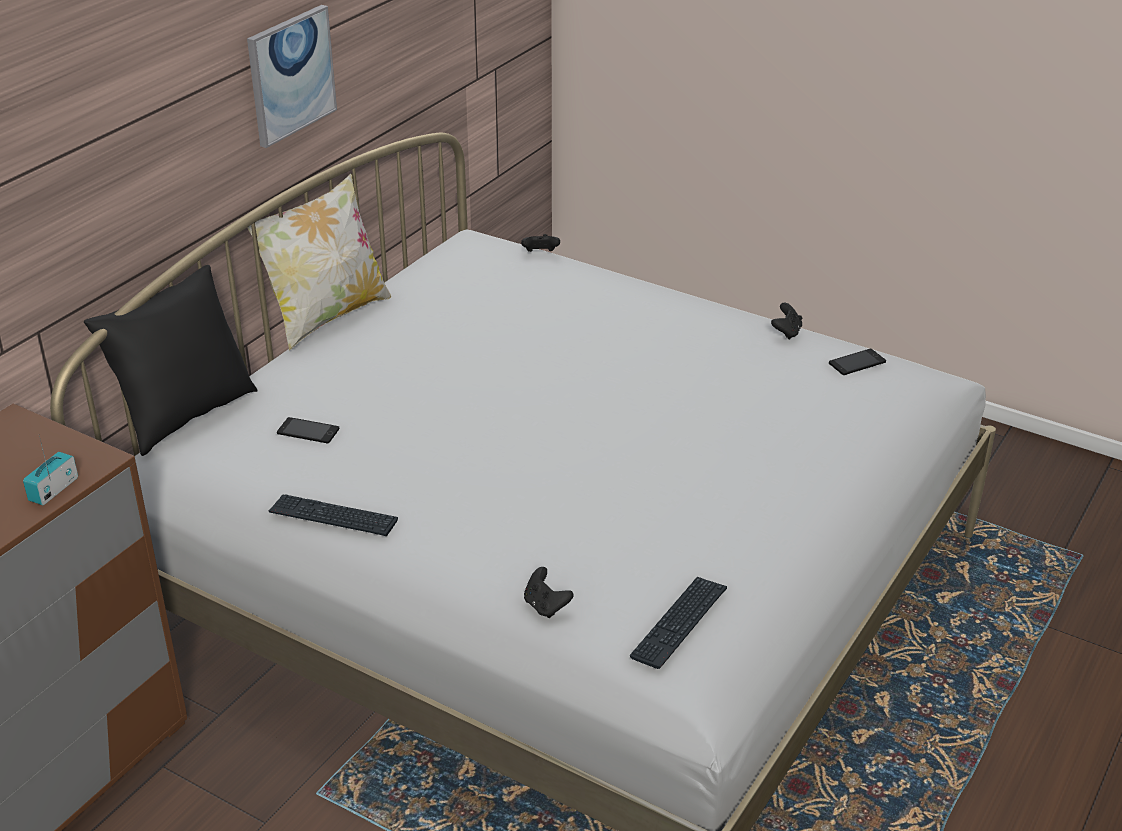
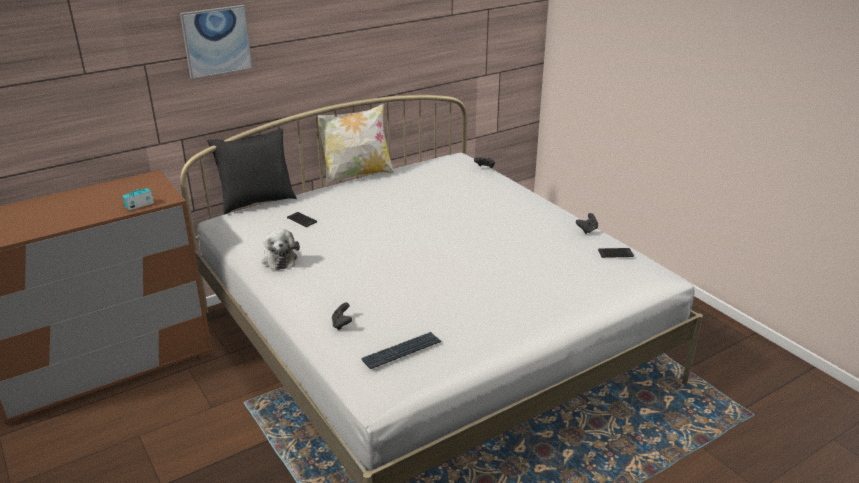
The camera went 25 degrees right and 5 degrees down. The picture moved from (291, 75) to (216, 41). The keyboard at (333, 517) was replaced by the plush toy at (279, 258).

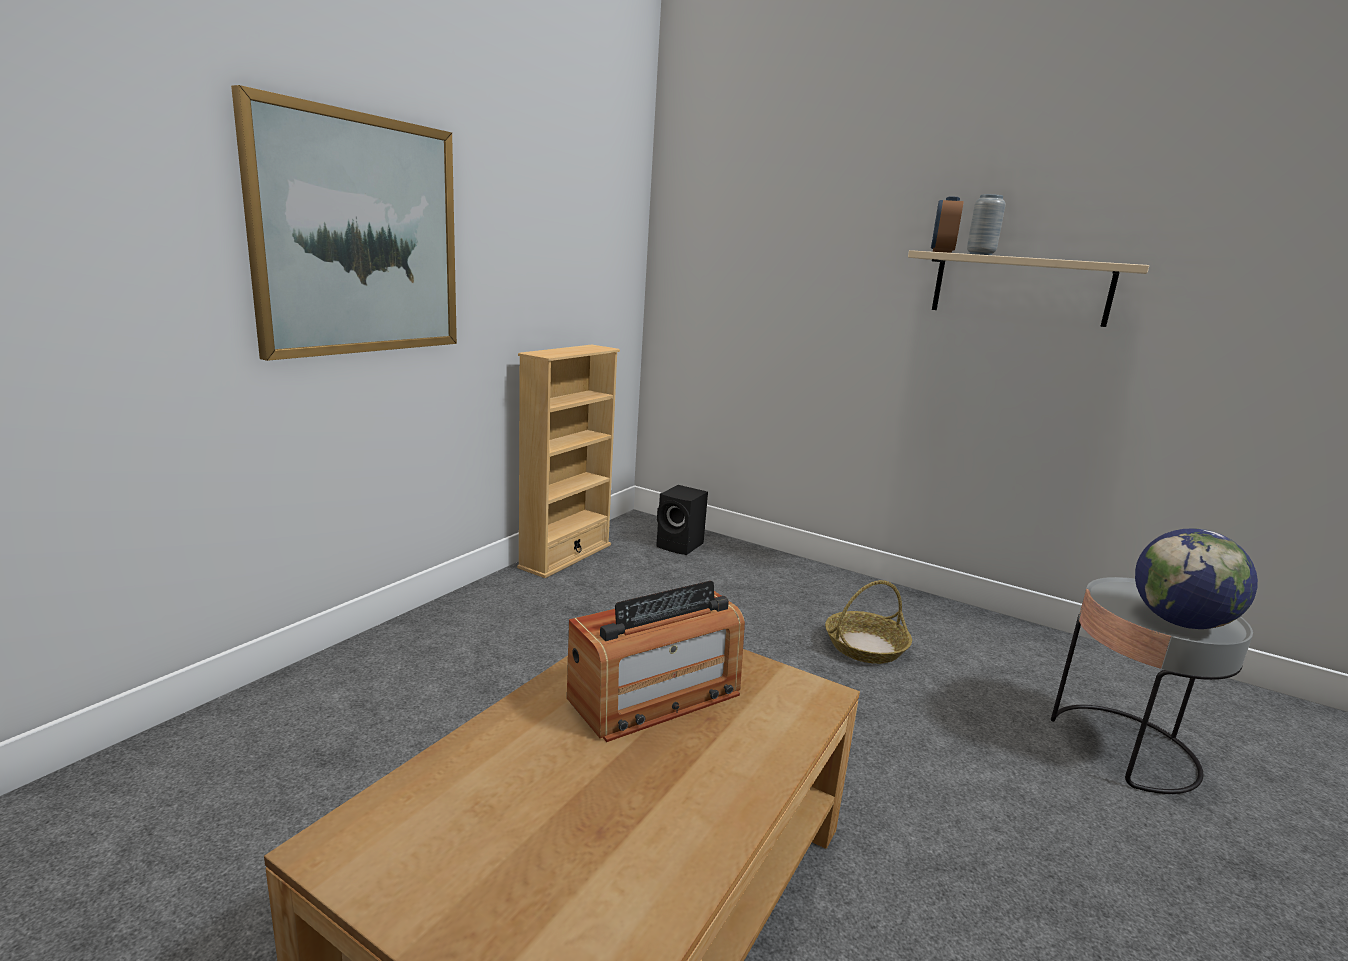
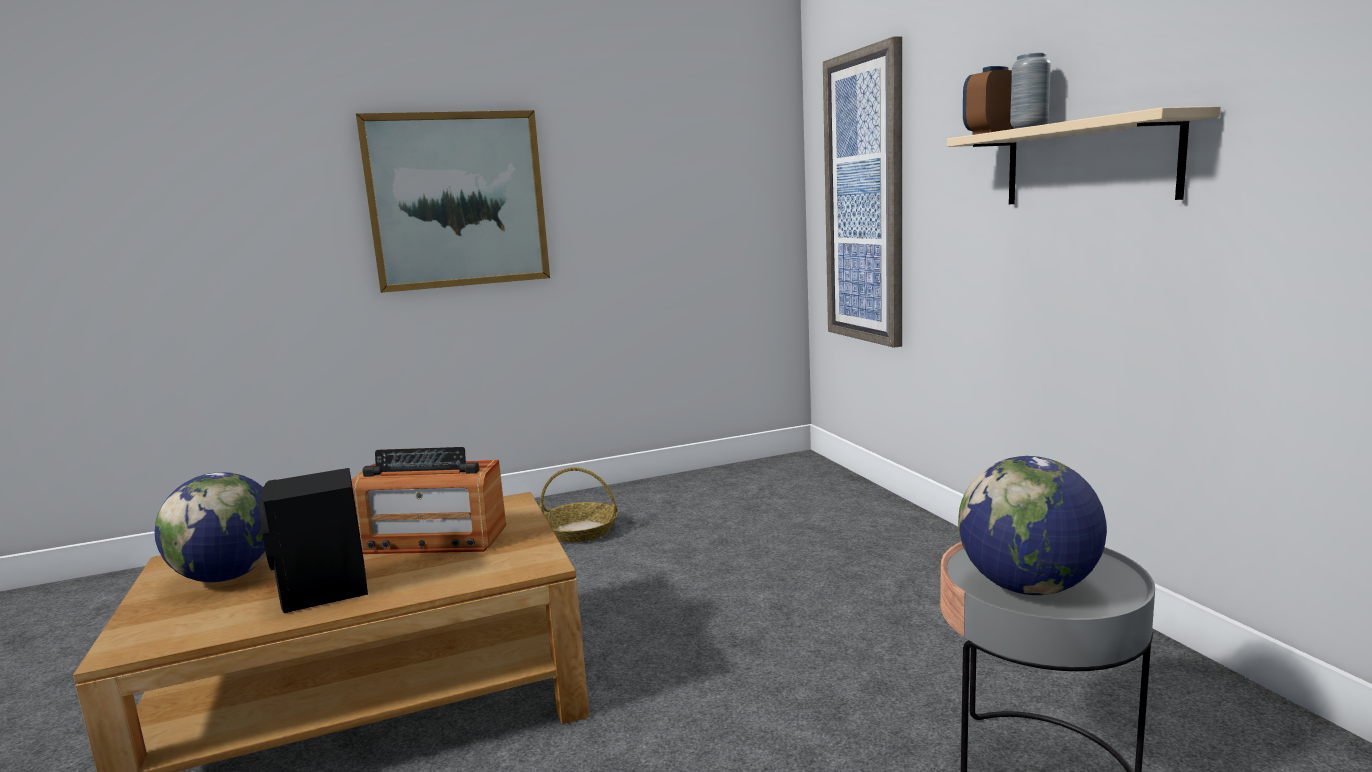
The camera went 40 degrees right and 5 degrees down. The beige bookcase at (565, 556) disappeared. The black speaker moved from (681, 546) to (325, 592). The basket moved from (865, 646) to (580, 531). The globe at (228, 576) appeared. The picture at (865, 199) appeared.

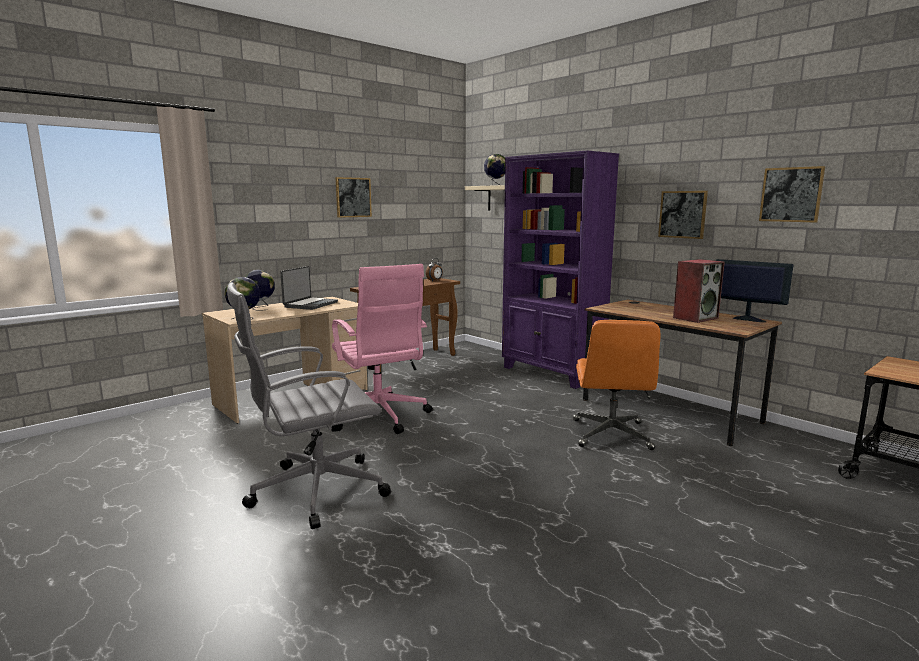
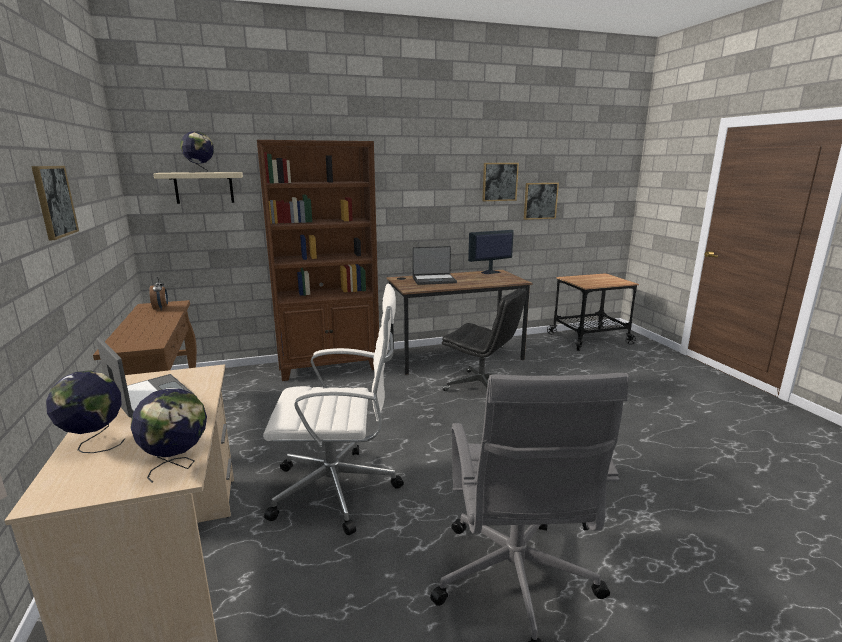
The camera went 65 degrees left and 5 degrees up. The pink office chair at (379, 417) became the white office chair at (338, 490). The purple bookcase at (552, 373) became the brown bookcase at (329, 366). The orange office chair at (611, 435) became the black office chair at (482, 387). The picture moved from (682, 214) to (540, 201). The speaker at (695, 318) disappeared. The laptop at (434, 280) appeared.

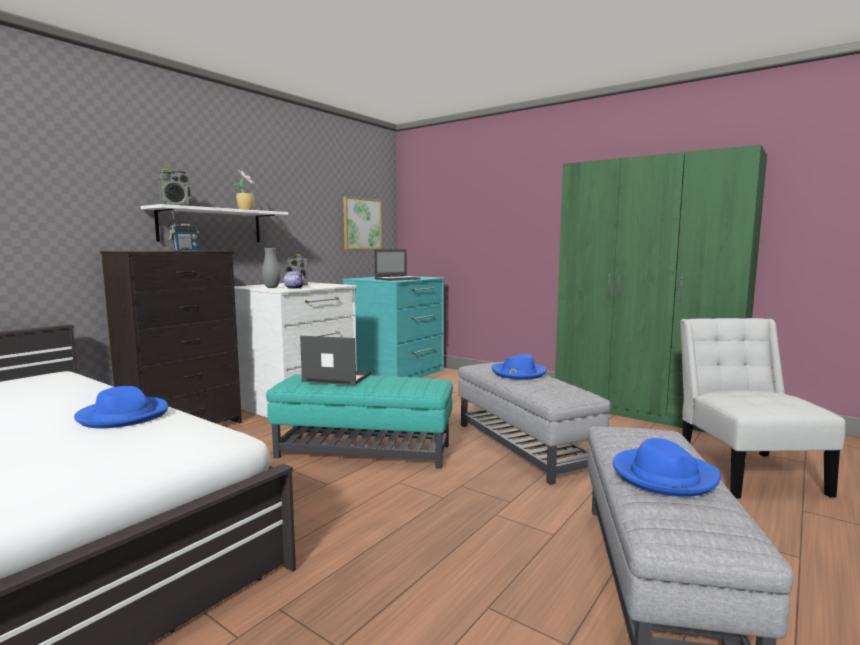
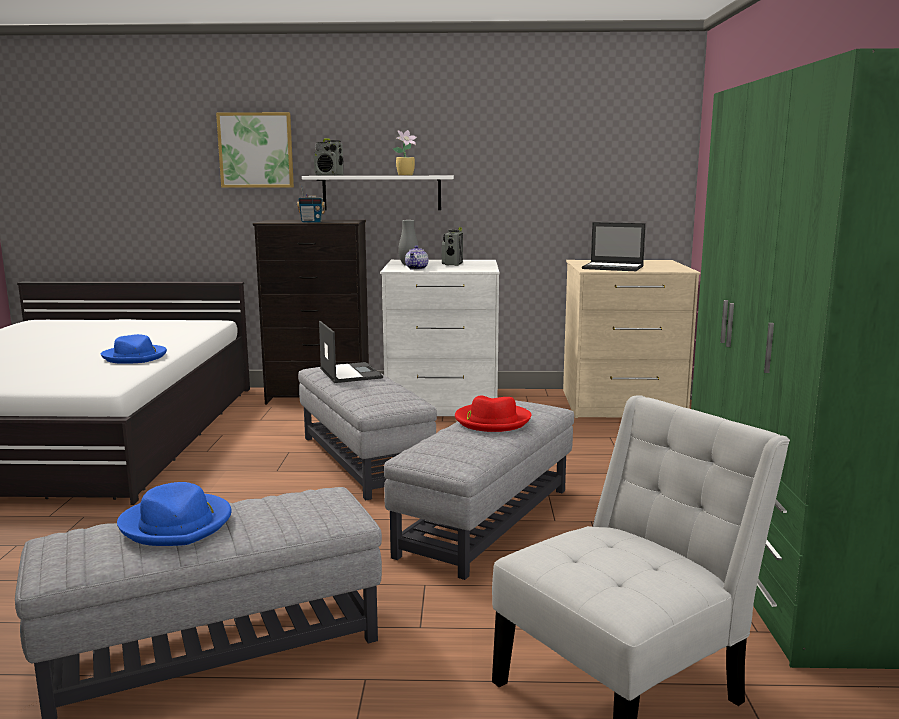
The camera went 55 degrees right and 5 degrees up. The turquoise ottoman at (363, 451) became the grey ottoman at (362, 461). The turquoise dresser at (396, 373) became the beige dresser at (622, 404). The picture moved from (362, 224) to (256, 150). The blue hat at (518, 373) became the red hat at (492, 421).

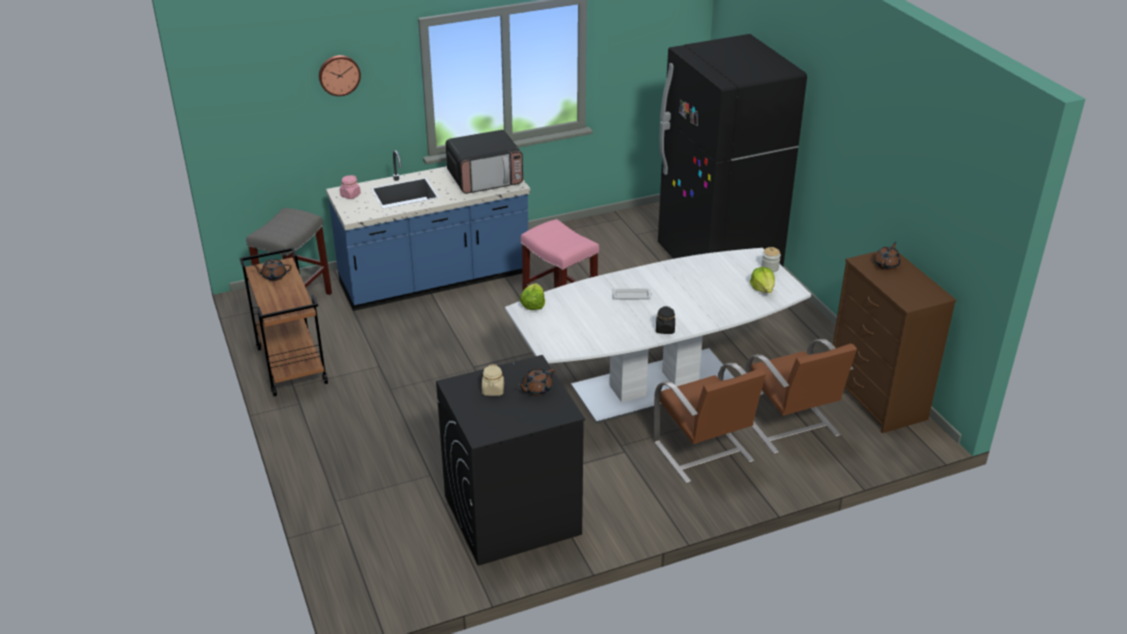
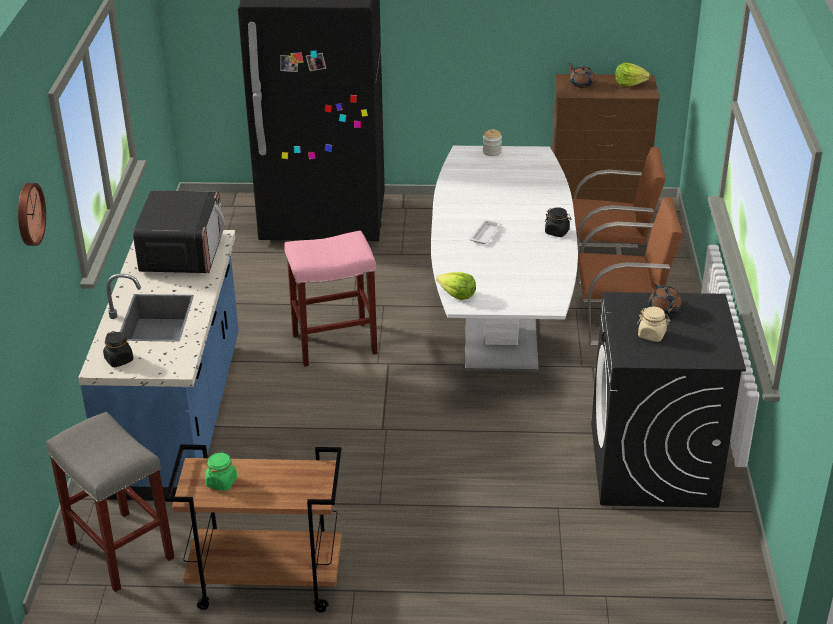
The camera went 65 degrees left and 0 degrees up. The brown teapot at (274, 276) was replaced by the green jar at (221, 482). The pink jar at (350, 195) became the black jar at (119, 360). The lettuce moved from (763, 288) to (629, 83).

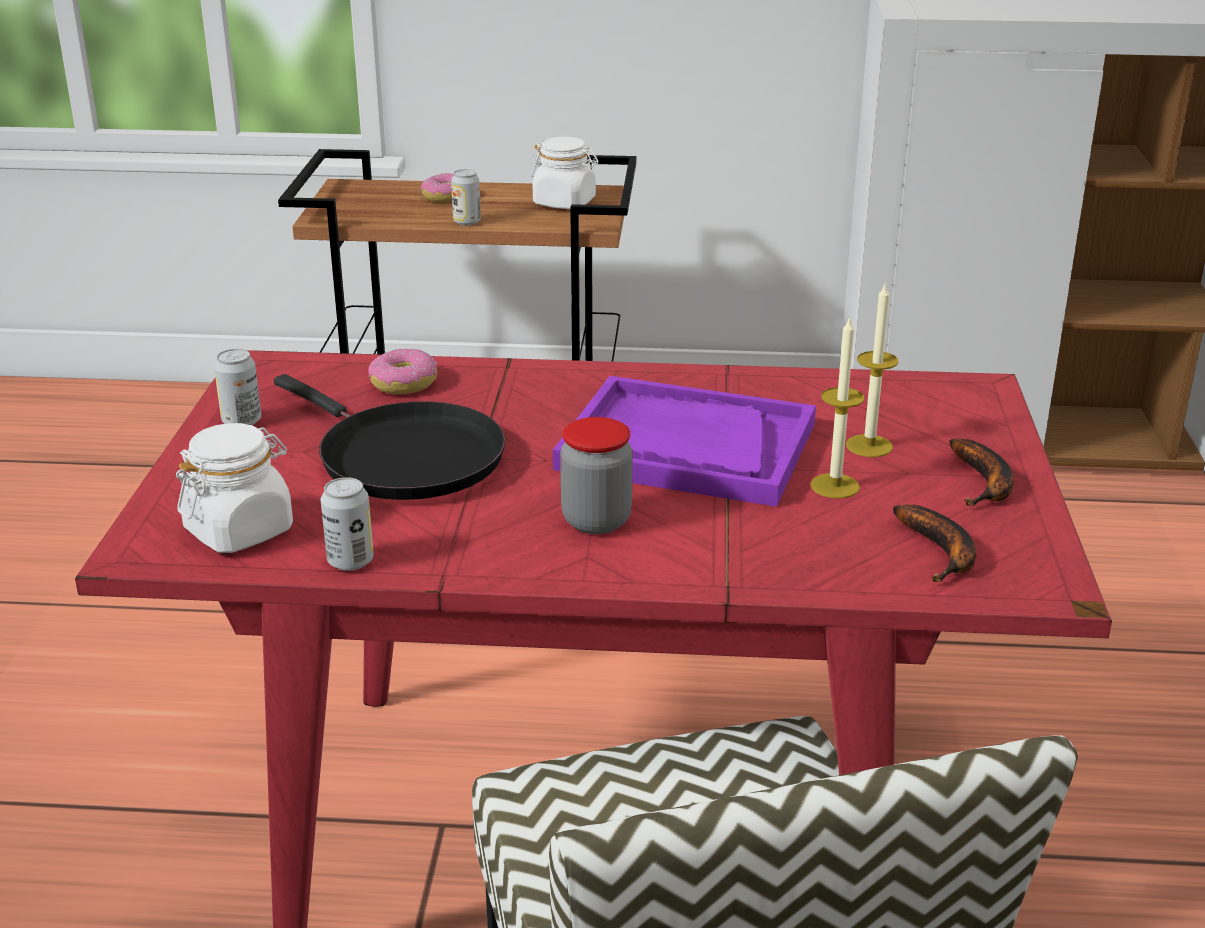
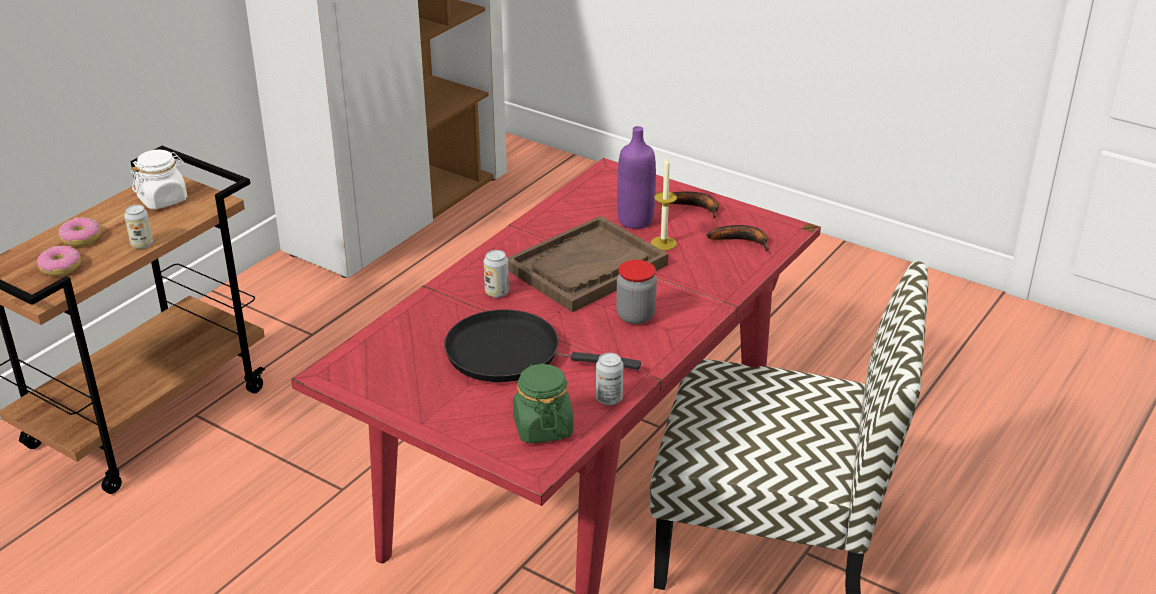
The camera went 60 degrees left and 5 degrees up. The white jar at (240, 530) became the green jar at (542, 427). The can moved from (242, 421) to (497, 292). The black frying pan at (403, 457) turned 150 degrees counterclockwise. The donut moved from (403, 383) to (60, 267). The purple tray at (686, 447) became the brown tray at (587, 267). The candle at (869, 446) was replaced by the purple bottle at (635, 220).

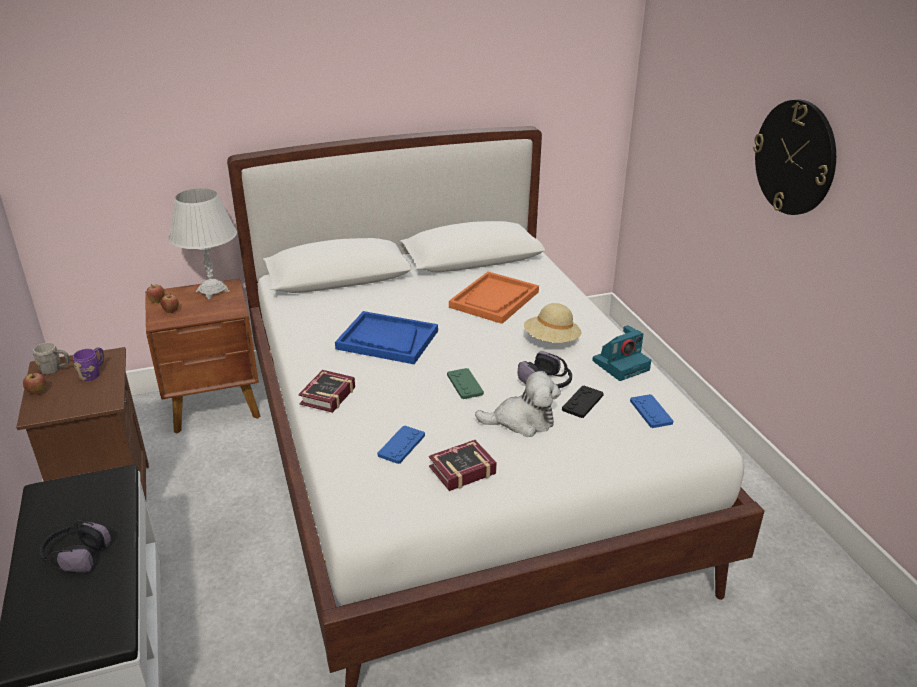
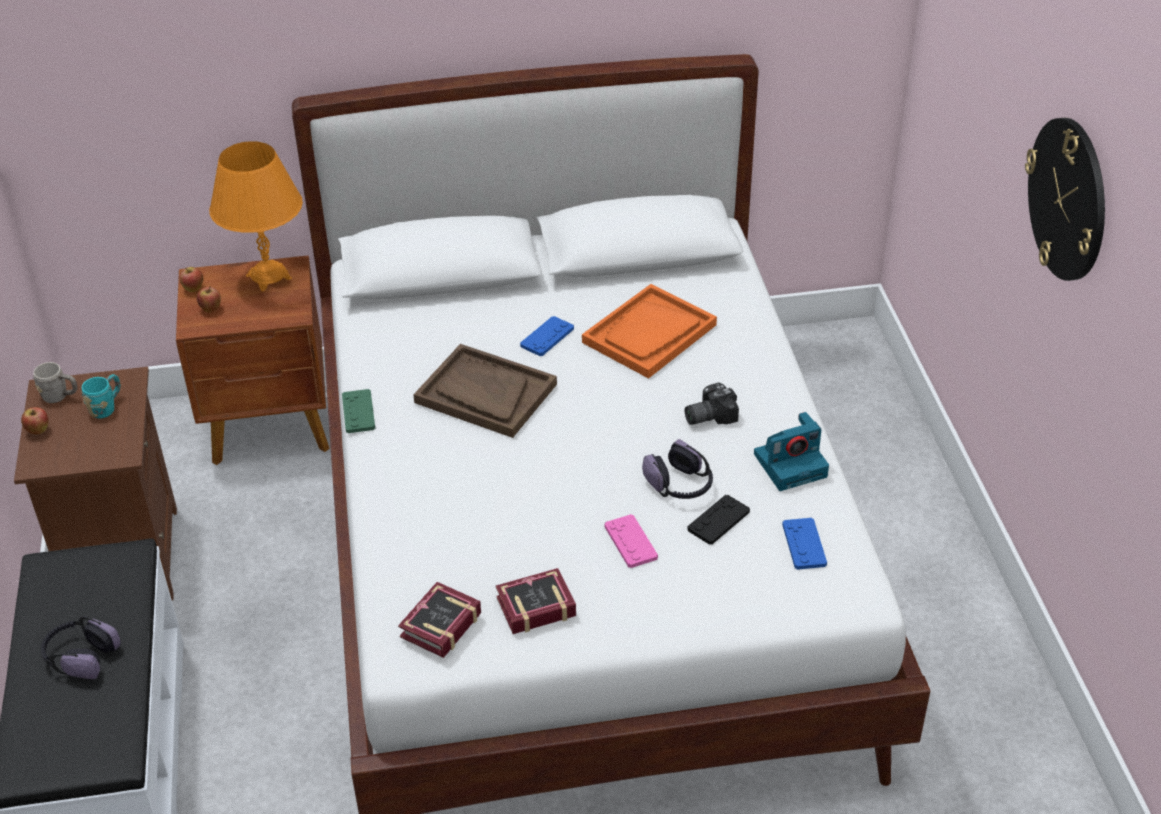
The camera went 10 degrees right and 10 degrees up. The purple mug at (93, 373) became the turquoise mug at (107, 407). The white table lamp at (212, 291) became the orange table lamp at (269, 277). The book moved from (325, 397) to (437, 626). The blue tray at (387, 340) became the brown tray at (485, 393). The blue game controller moved from (401, 445) to (547, 337). The green game controller moved from (465, 384) to (358, 412). The plush toy at (522, 421) was replaced by the pink game controller at (630, 542). The beige hat at (551, 341) was replaced by the photo camera at (708, 415).

